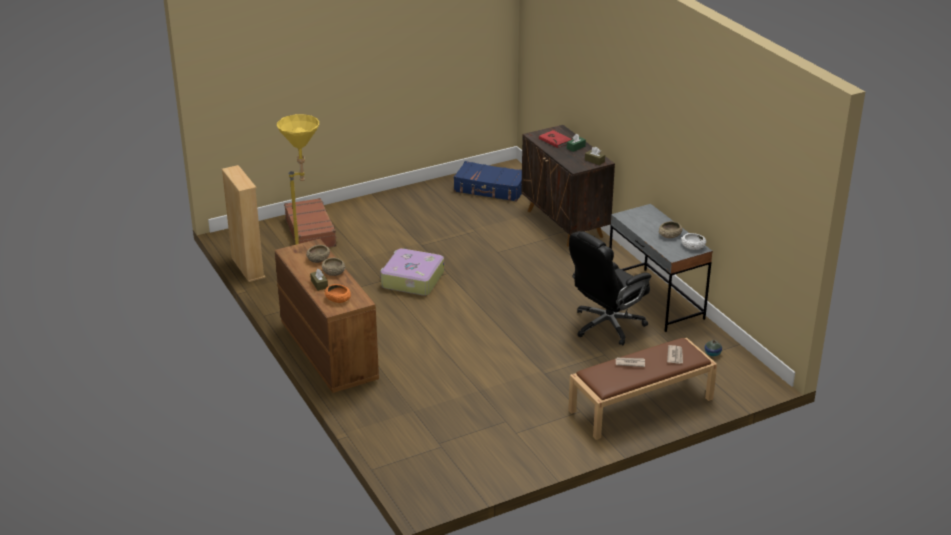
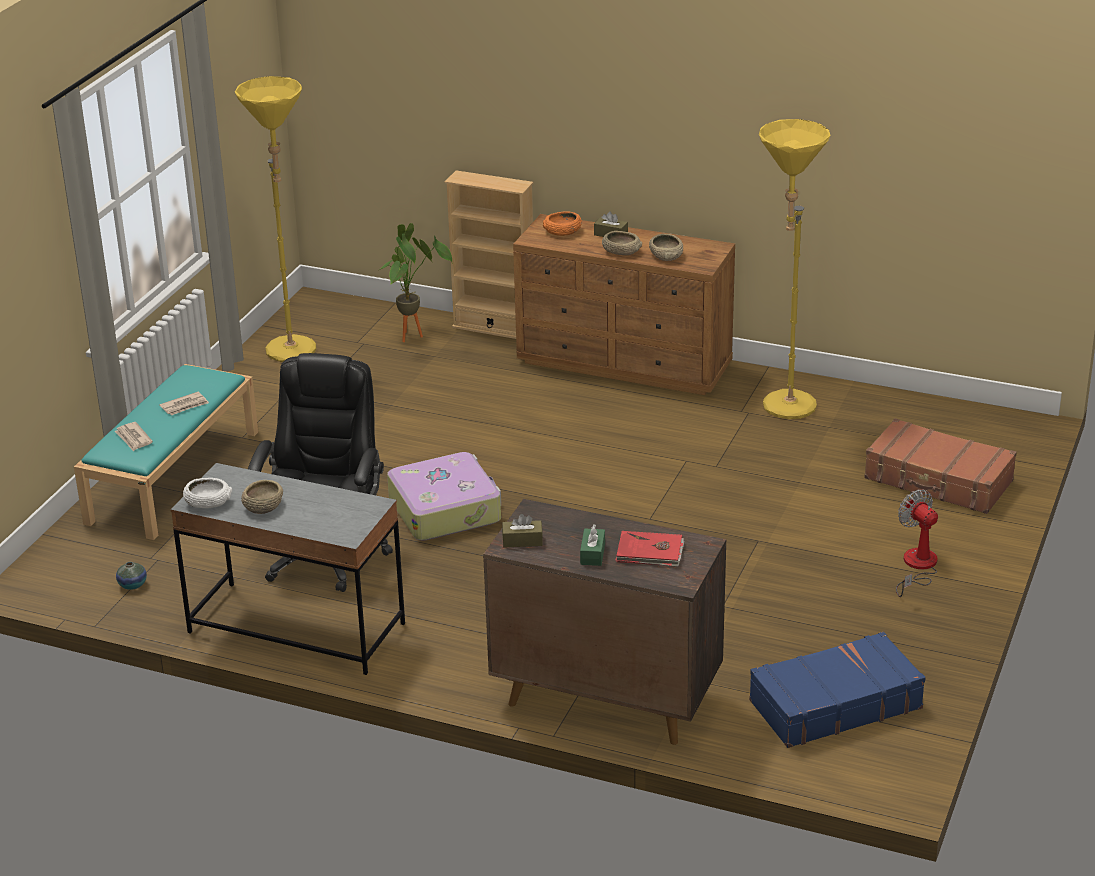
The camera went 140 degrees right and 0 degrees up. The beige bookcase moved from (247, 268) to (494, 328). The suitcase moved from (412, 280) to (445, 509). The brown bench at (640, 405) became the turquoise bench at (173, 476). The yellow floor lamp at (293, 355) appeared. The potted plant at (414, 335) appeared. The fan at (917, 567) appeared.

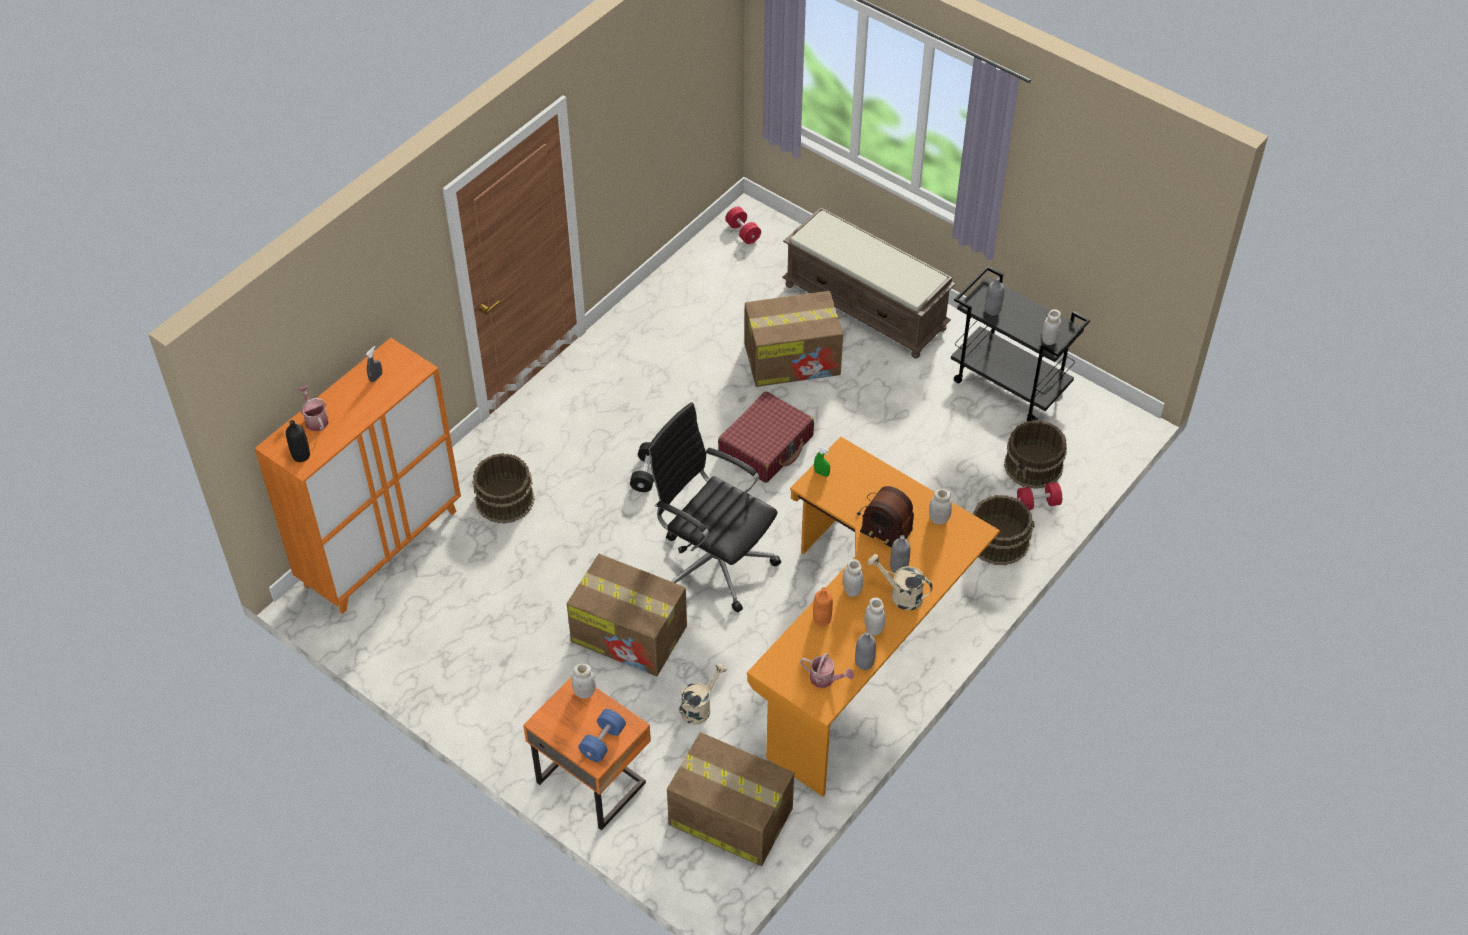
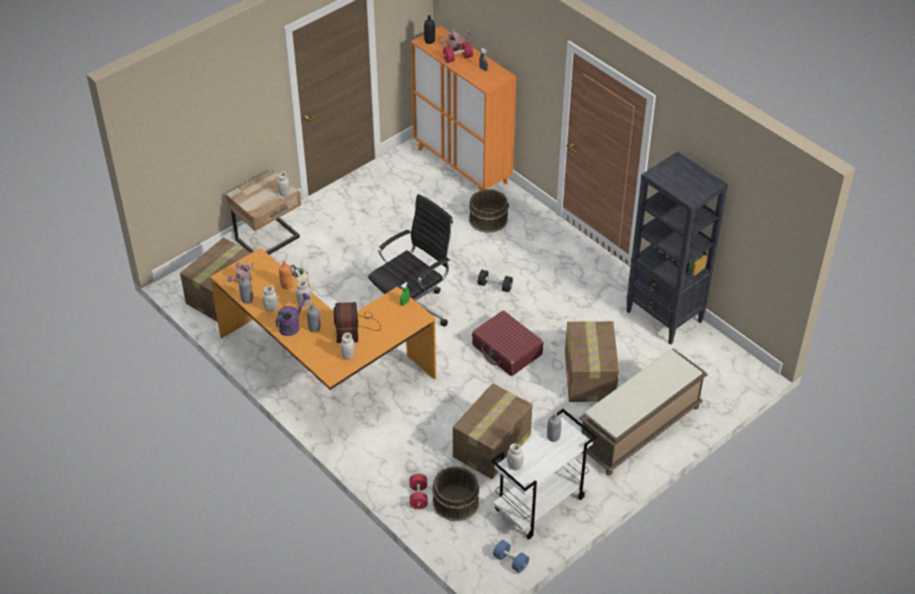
The camera went 100 degrees right and 5 degrees down. The orange nightstand at (593, 780) became the beige nightstand at (269, 240). The cardboard box moved from (630, 634) to (491, 446). The blue dumbbell moved from (602, 742) to (510, 561). The red dumbbell moved from (743, 232) to (458, 58). The radio at (884, 520) turned 45 degrees counterclockwise. The beige watering can at (900, 595) became the purple watering can at (292, 325). The black cart at (1010, 386) became the white cart at (540, 505). The brown bucket at (998, 540) disappeared. The black bookcase at (664, 317) appeared.

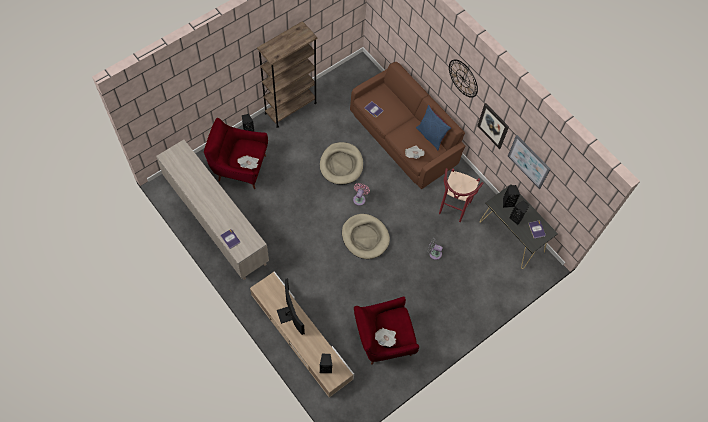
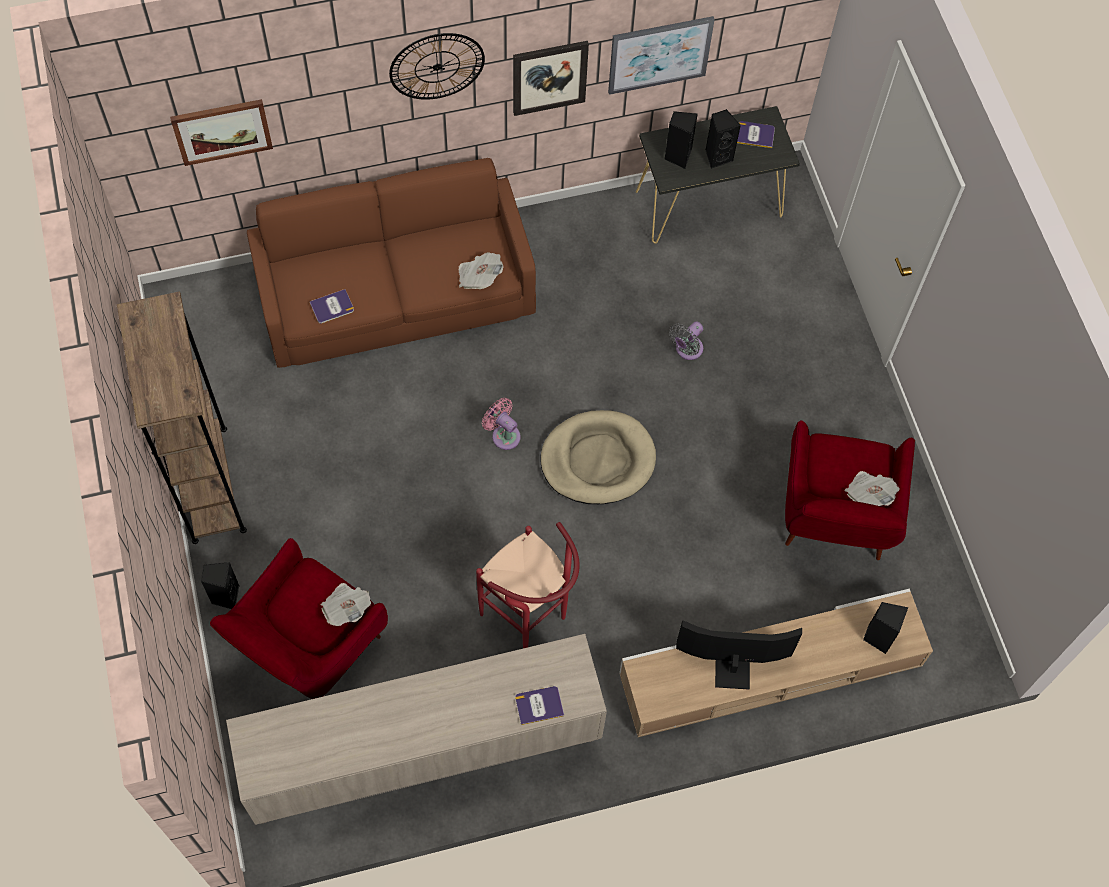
The camera went 65 degrees left and 0 degrees up. The beige dog bed at (341, 164) disappeared. The blue pillow at (431, 136) disappeared. The red stool moved from (452, 210) to (530, 620). The picture at (222, 131) appeared.

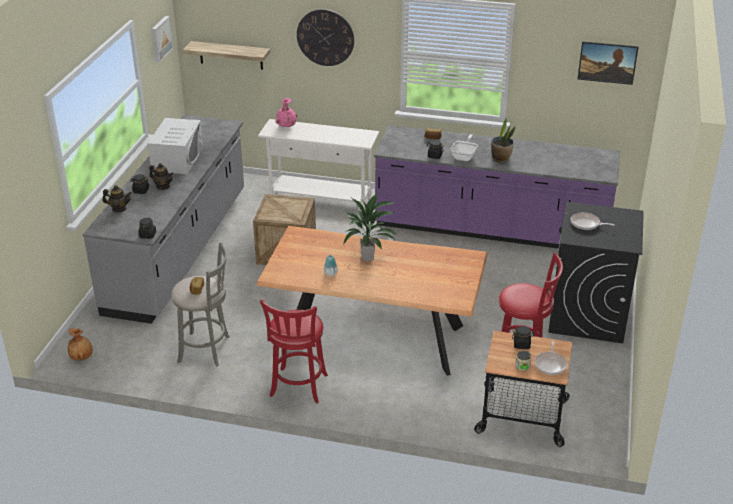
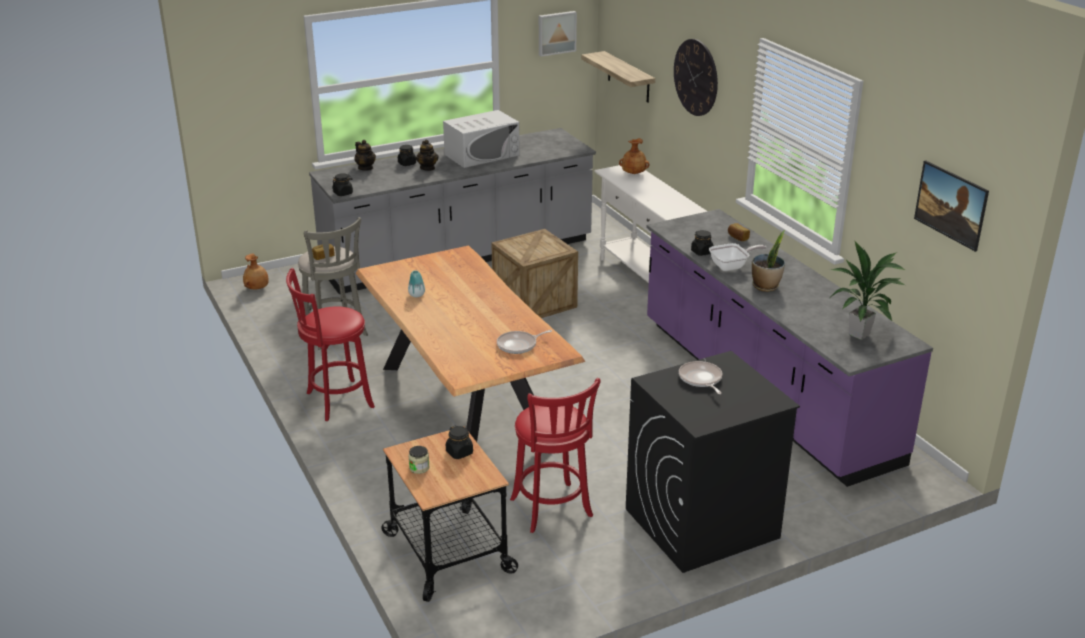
The camera went 50 degrees right and 5 degrees down. The pink vase at (286, 126) became the brown vase at (633, 173). The potted plant moved from (368, 258) to (859, 335). The frying pan moved from (550, 364) to (519, 345).

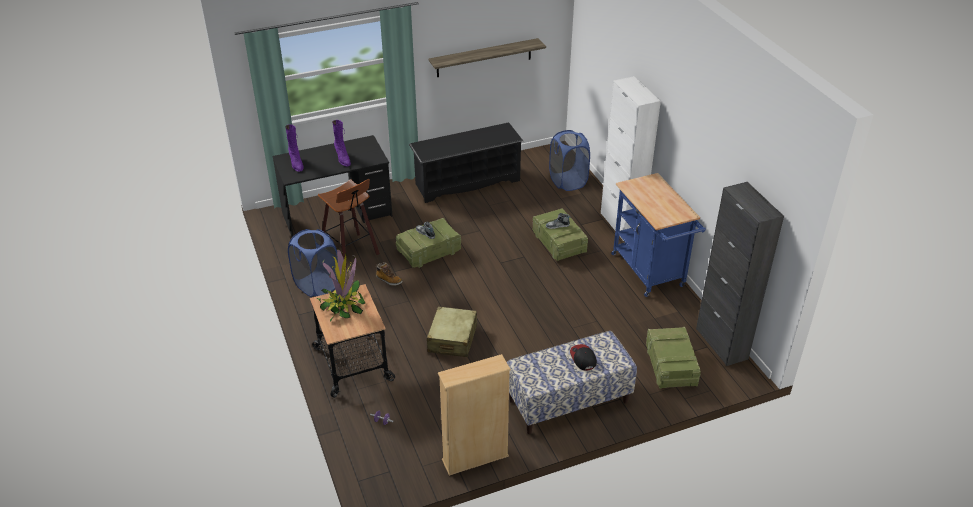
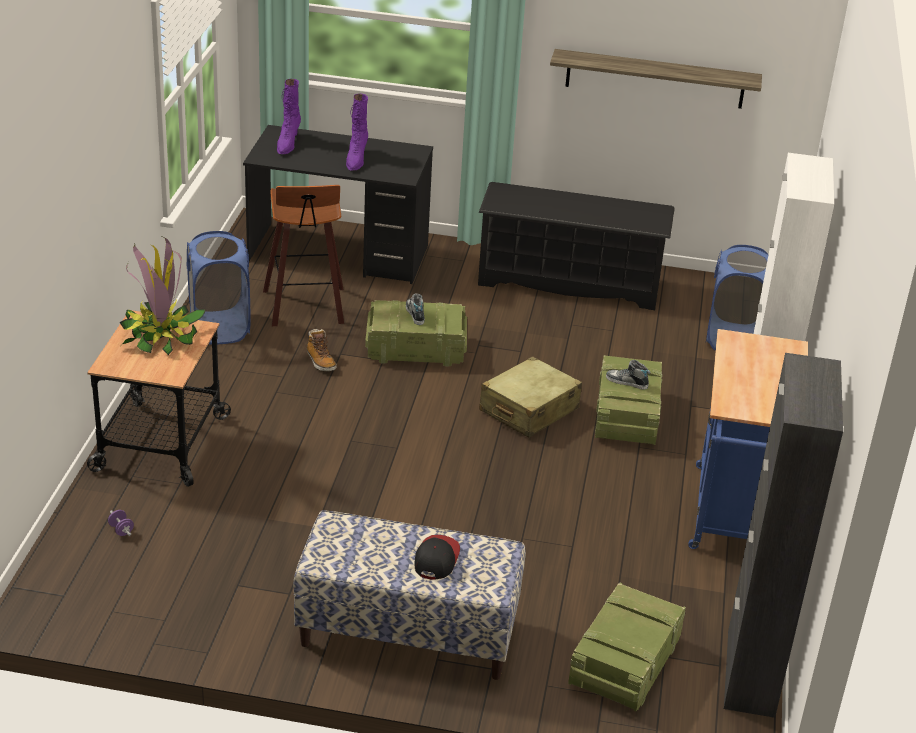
The camera went 30 degrees right and 5 degrees down. The beige suitcase moved from (452, 339) to (528, 410). The beige bookcase at (475, 458) disappeared.

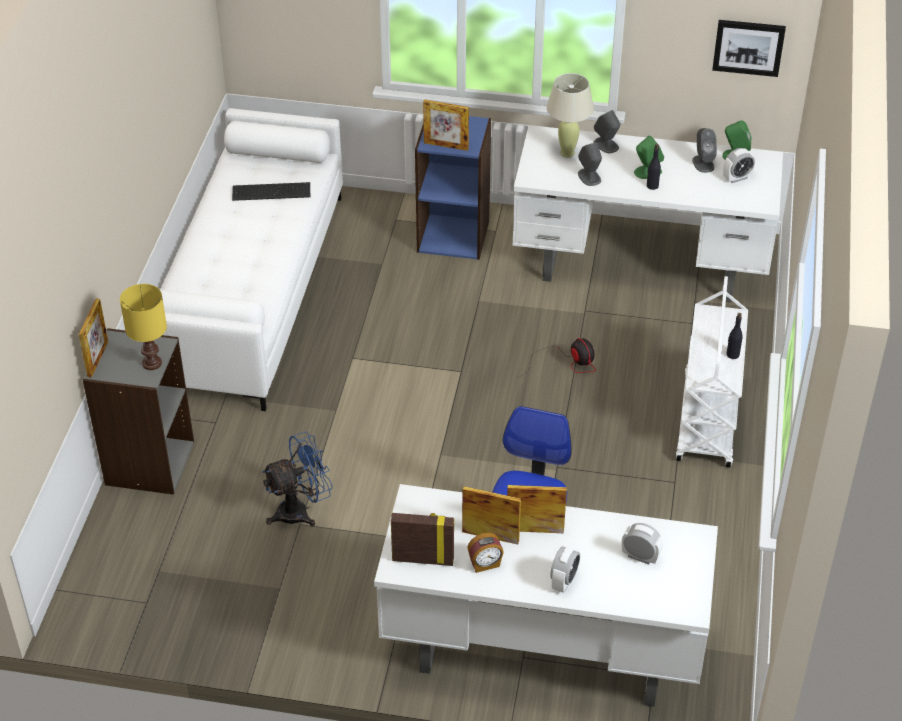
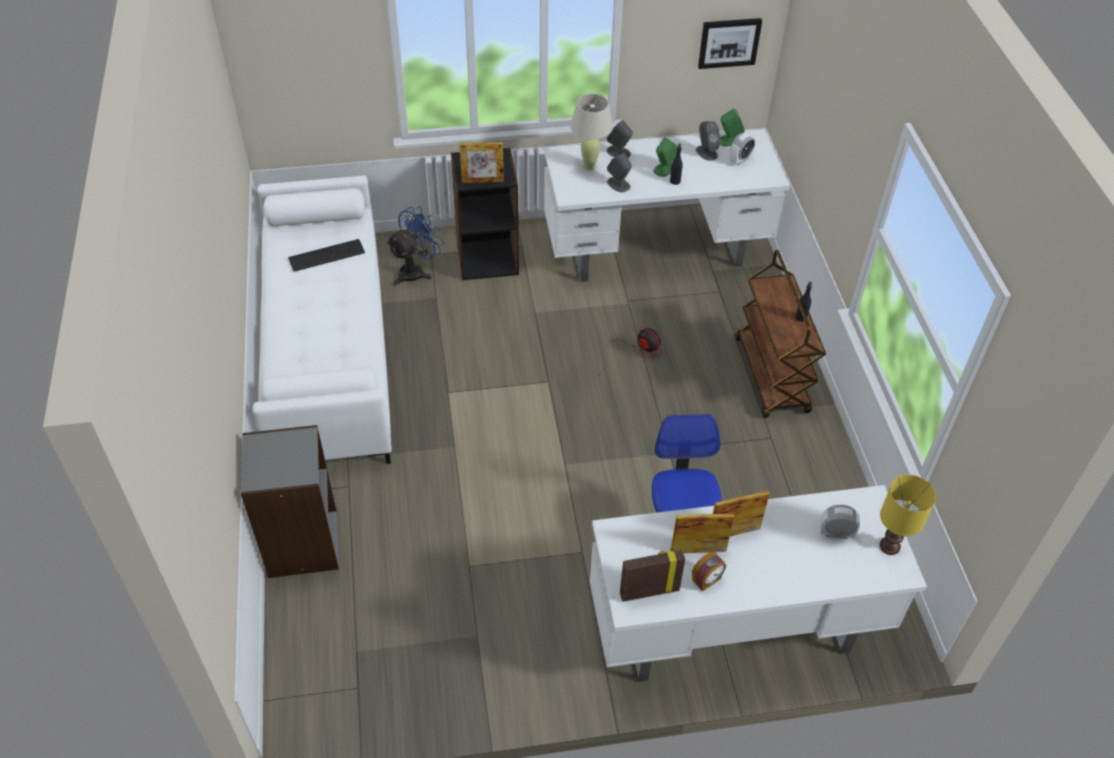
The camera went 20 degrees left and 5 degrees up. The picture frame at (98, 359) disappeared. The yellow table lamp moved from (151, 364) to (890, 547). The blue fan moved from (300, 511) to (416, 271). The blue bookcase at (453, 235) became the black bookcase at (487, 258). The alarm clock at (564, 581) disappeared. The white cart at (707, 421) became the brown cart at (772, 376).

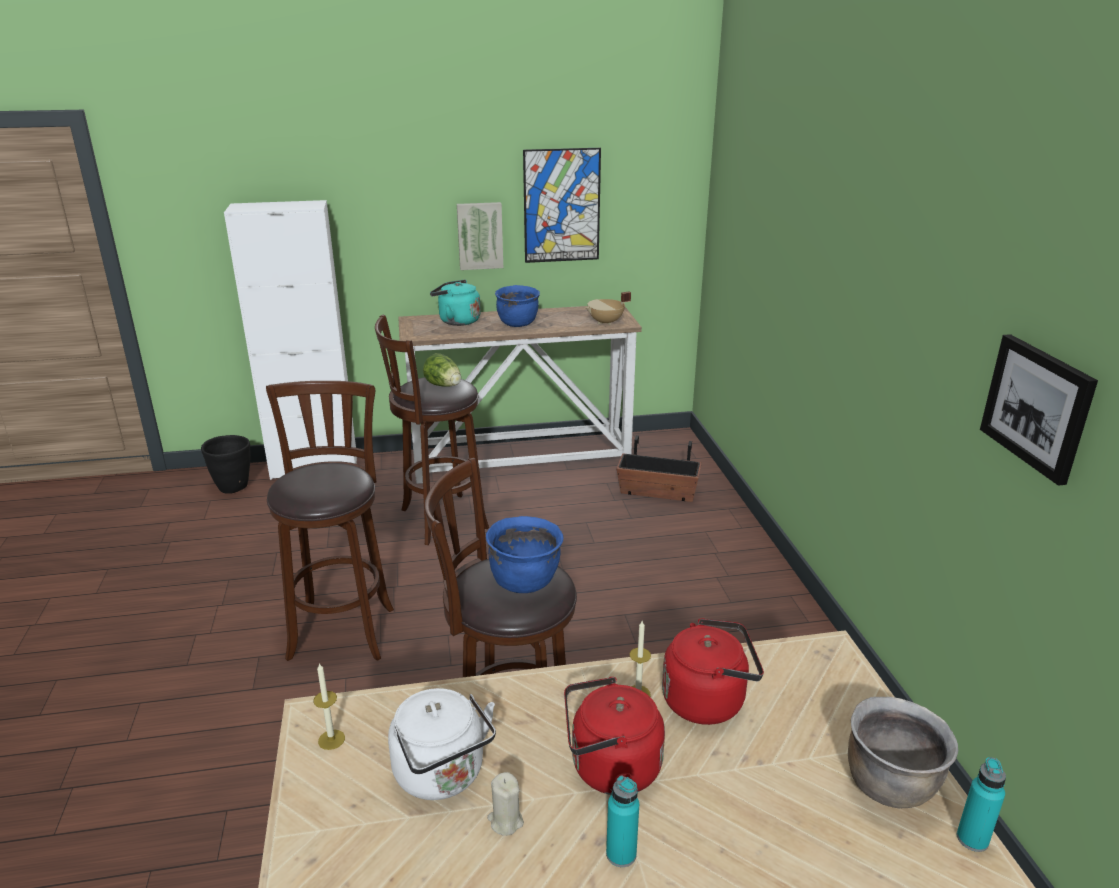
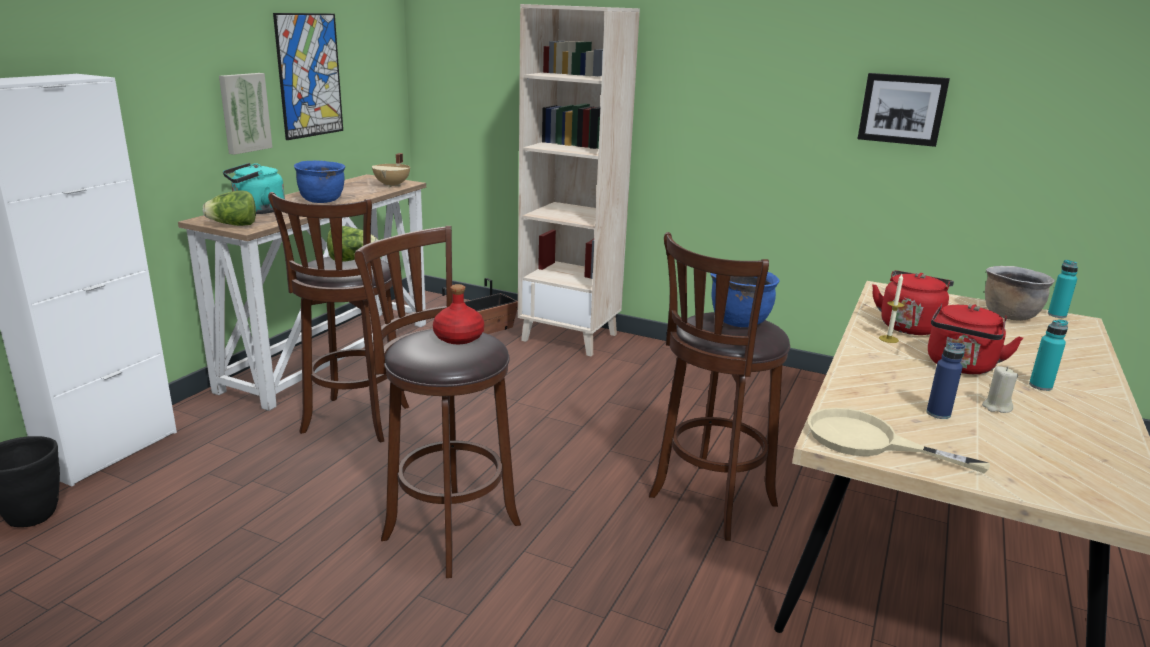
The camera went 55 degrees left and 5 degrees down. The candle at (331, 739) was replaced by the beige frying pan at (867, 441). The white kettle at (443, 776) was replaced by the blue bottle at (938, 413). The lettuce at (234, 225) appeared. The red bottle at (459, 338) appeared. The beige bookcase at (570, 337) appeared.

